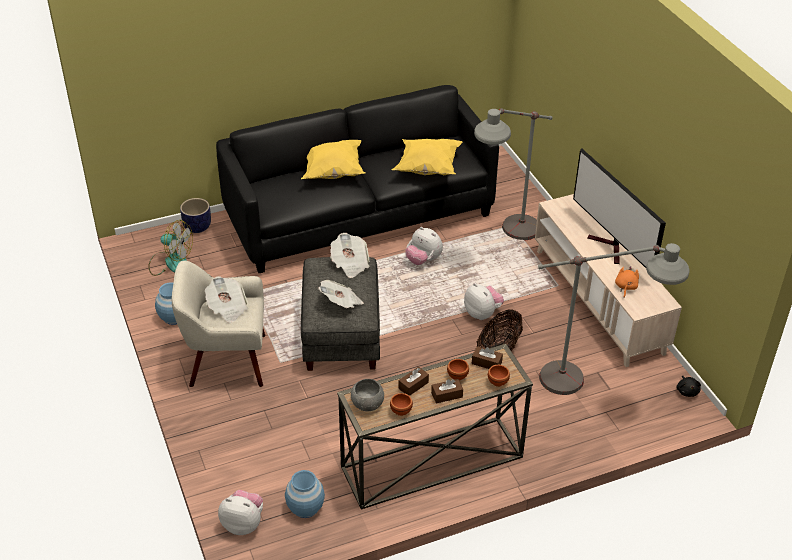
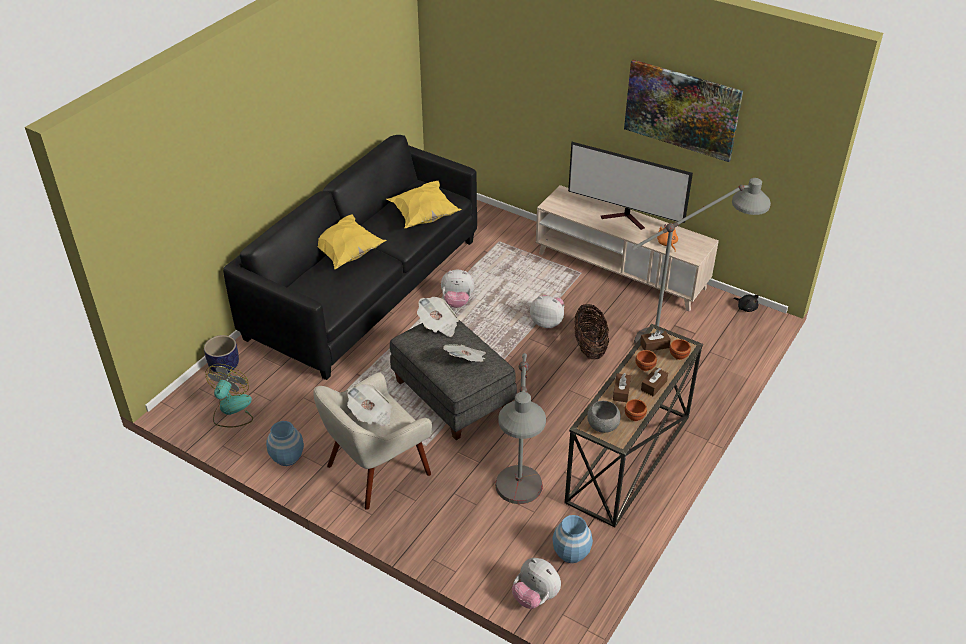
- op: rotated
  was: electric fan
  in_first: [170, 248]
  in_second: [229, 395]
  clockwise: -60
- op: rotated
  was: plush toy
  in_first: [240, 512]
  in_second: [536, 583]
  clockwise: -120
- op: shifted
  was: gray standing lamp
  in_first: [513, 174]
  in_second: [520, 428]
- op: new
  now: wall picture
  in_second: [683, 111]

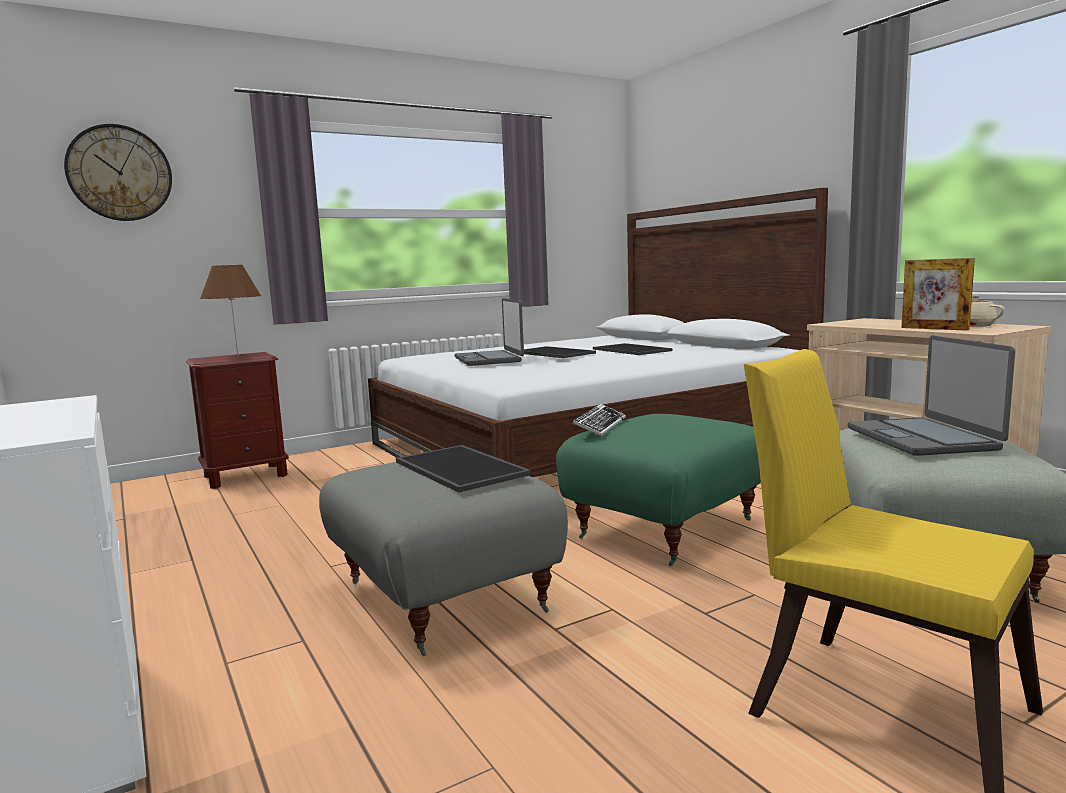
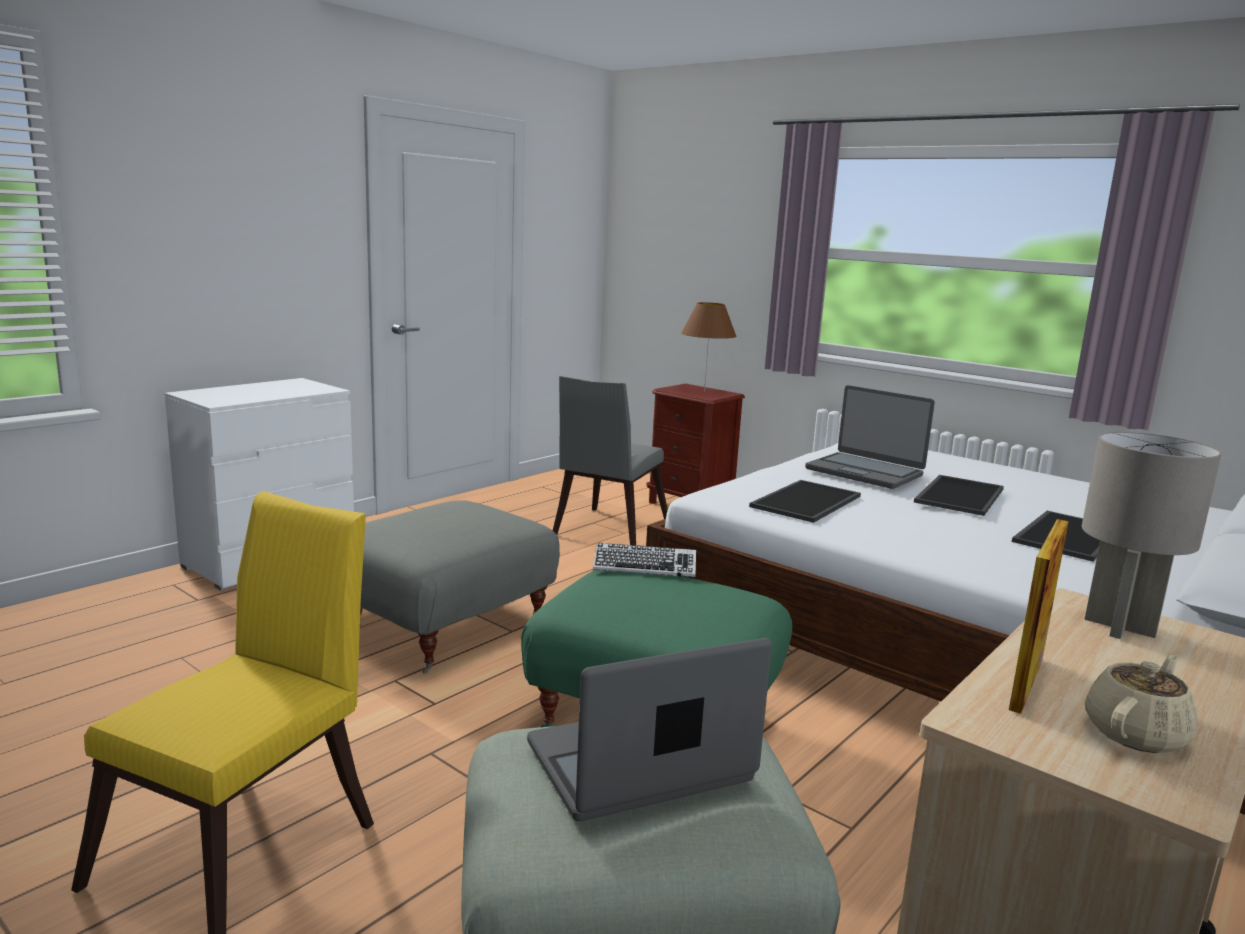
- op: gone
  was: wall clock
  in_first: [118, 172]
- op: shifted
  was: carrying tray
  in_first: [463, 468]
  in_second: [805, 501]
- op: rotated
  was: notebook computer
  in_first: [489, 332]
  in_second: [870, 437]
  clockwise: -105
- op: new
  now: gray chair
  in_second: [610, 460]
- op: new
  now: gray tabletop lamp
  in_second: [1151, 535]

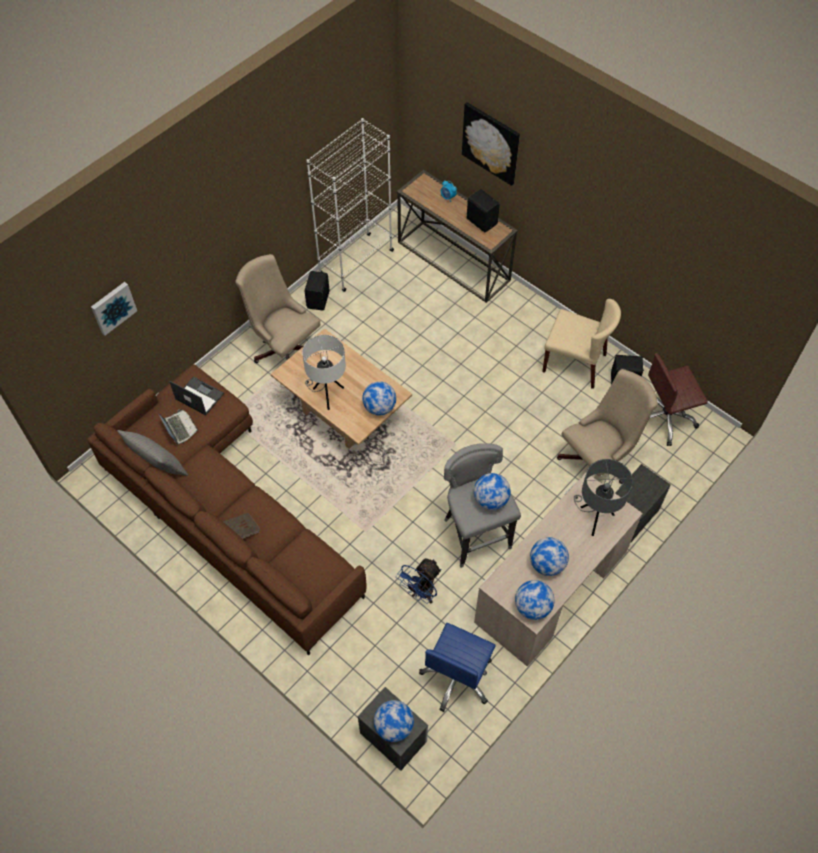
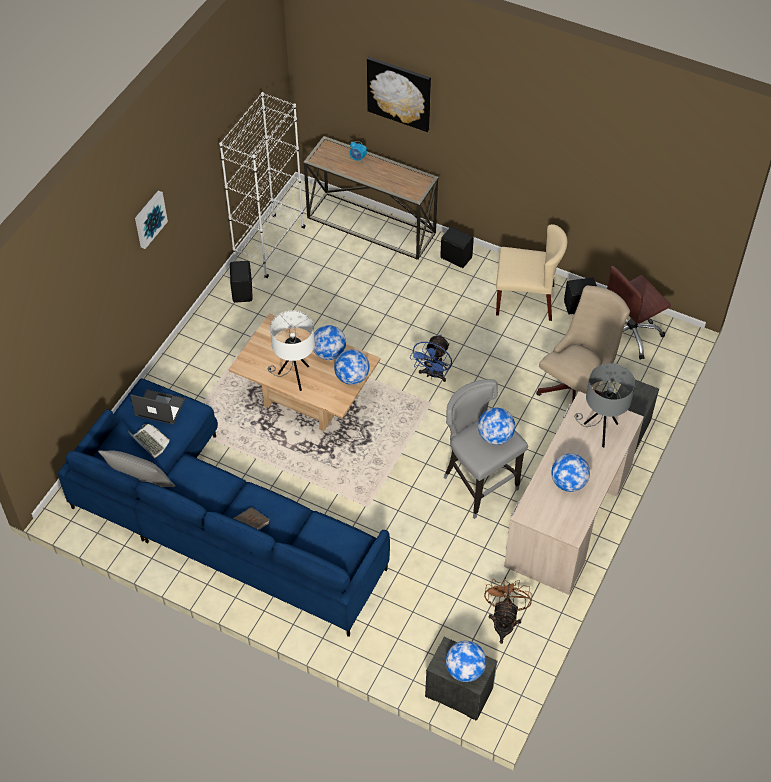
- op: repainted
  was: brown-coloured couch
  now: blue-coloured couch
  in_first: [227, 510]
  in_second: [224, 507]
- op: shifted
  was: wall picture
  in_first: [114, 308]
  in_second: [151, 219]
- op: gone
  was: beige computer chair
  in_first: [277, 308]
- op: shifted
  was: blue-coloured electric fan
  in_first: [418, 581]
  in_second: [431, 358]
- op: swapped
  was: blue-coloured computer chair
  now: brown-coloured electric fan
  in_first: [457, 667]
  in_second: [508, 610]
- op: shifted
  was: blackish audio speaker
  in_first: [483, 211]
  in_second: [457, 247]
- op: shifted
  was: world globe
  in_first: [535, 600]
  in_second: [329, 342]

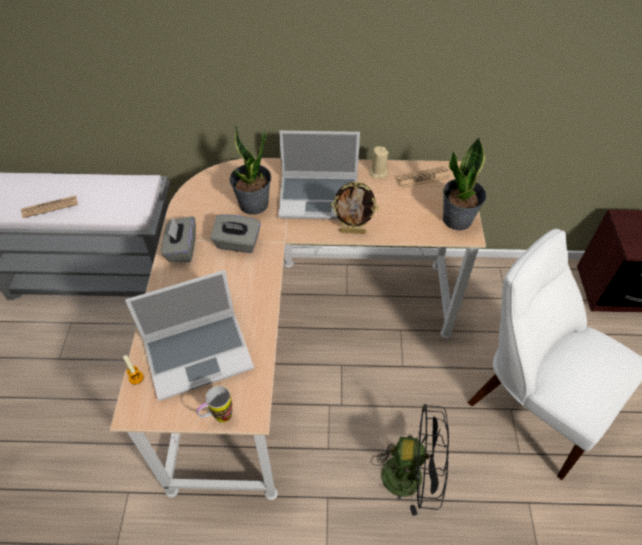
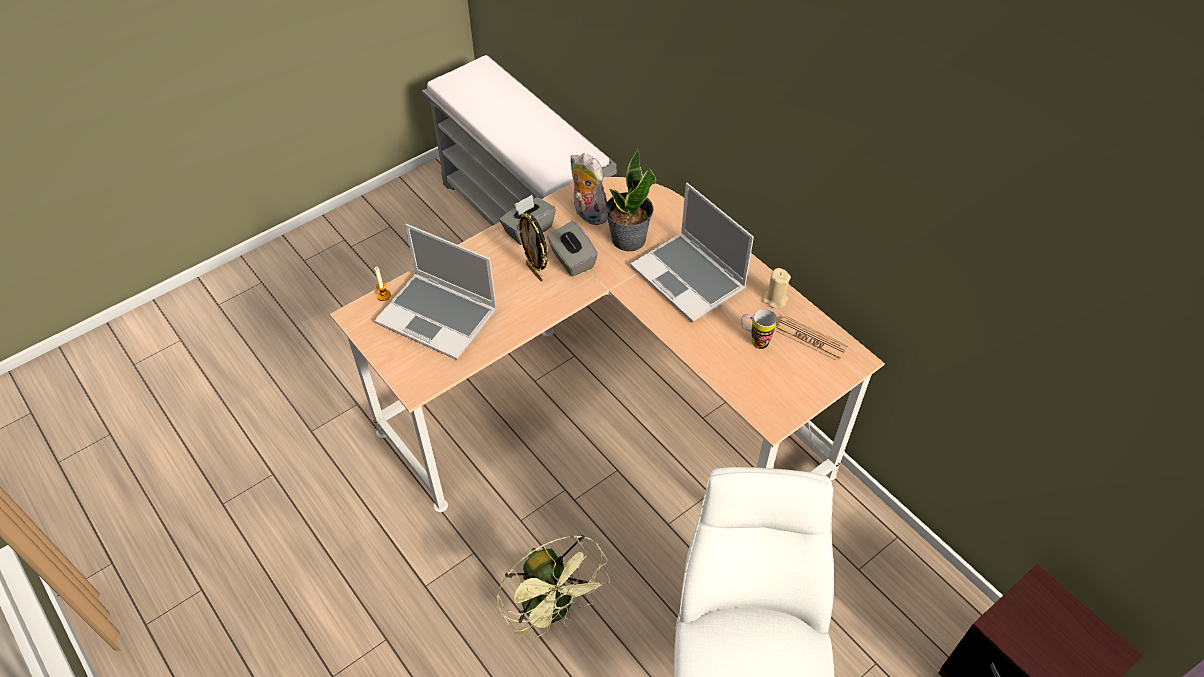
- op: gone
  was: newspaper
  in_first: [49, 206]
- op: shifted
  was: mug
  in_first: [214, 404]
  in_second: [759, 329]
- op: shifted
  was: picture frame
  in_first: [355, 207]
  in_second: [532, 247]
- op: repainted
  was: blackish electric fan
  now: greenish electric fan
  in_first: [410, 460]
  in_second: [553, 586]
- op: gone
  was: houseplant
  in_first: [465, 183]
- op: new
  now: plush toy
  in_second: [588, 189]

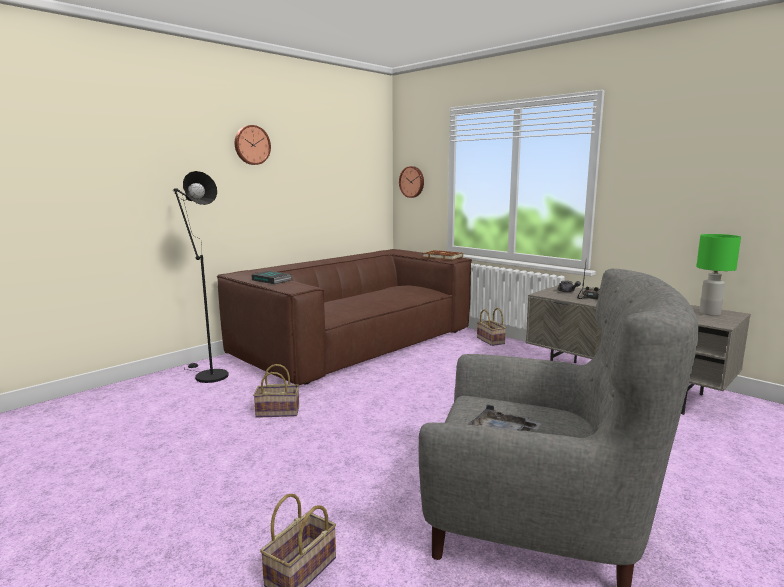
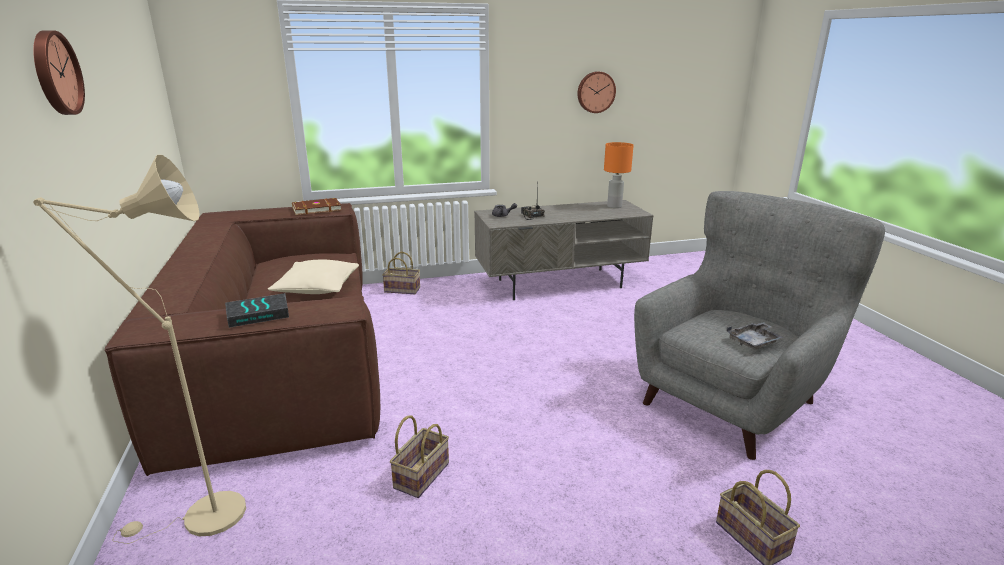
- op: repainted
  was: blackish standing lamp
  now: beige standing lamp
  in_first: [201, 277]
  in_second: [139, 349]
- op: shifted
  was: wall clock
  in_first: [411, 182]
  in_second: [597, 92]
- op: repainted
  was: greenish tabletop lamp
  now: orange tabletop lamp
  in_first: [718, 275]
  in_second: [619, 175]
- op: new
  now: beige throw pillow
  in_second: [313, 277]

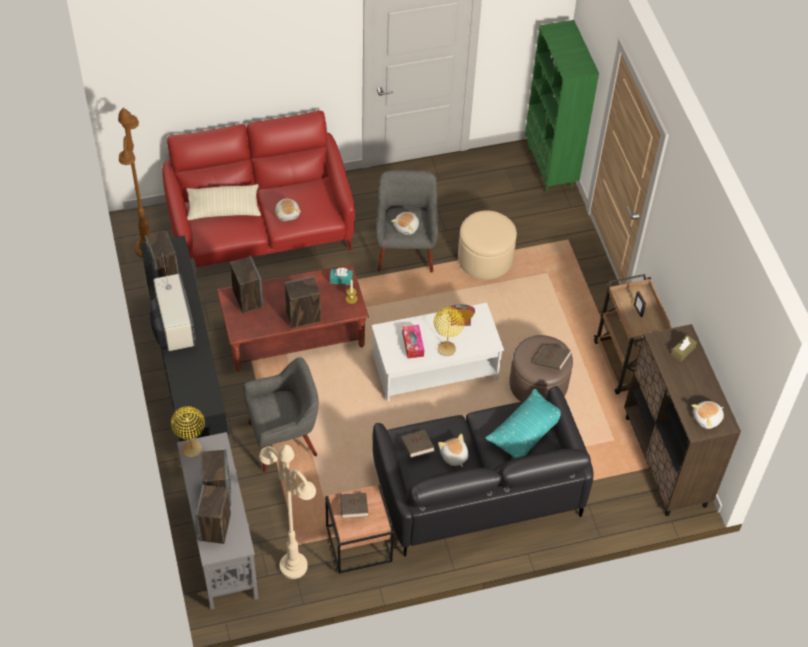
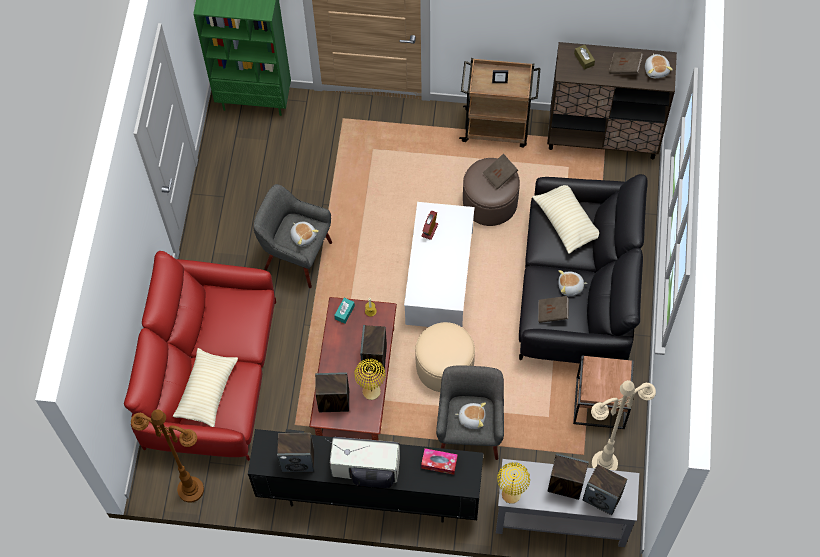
- op: shifted
  was: plush toy
  in_first: [288, 210]
  in_second: [470, 415]
- op: shifted
  was: brown-coloured bound book
  in_first: [354, 506]
  in_second: [626, 63]
- op: shifted
  was: box of tissues
  in_first: [413, 341]
  in_second: [439, 461]
- op: shifted
  was: yellow-coloured tabletop lamp
  in_first: [449, 331]
  in_second: [370, 379]
- op: shifted
  was: beige footrest
  in_first: [487, 245]
  in_second: [445, 357]
- op: repainted
  was: turquoise-coloured throw pillow
  now: beige throw pillow
  in_first: [523, 423]
  in_second: [565, 219]

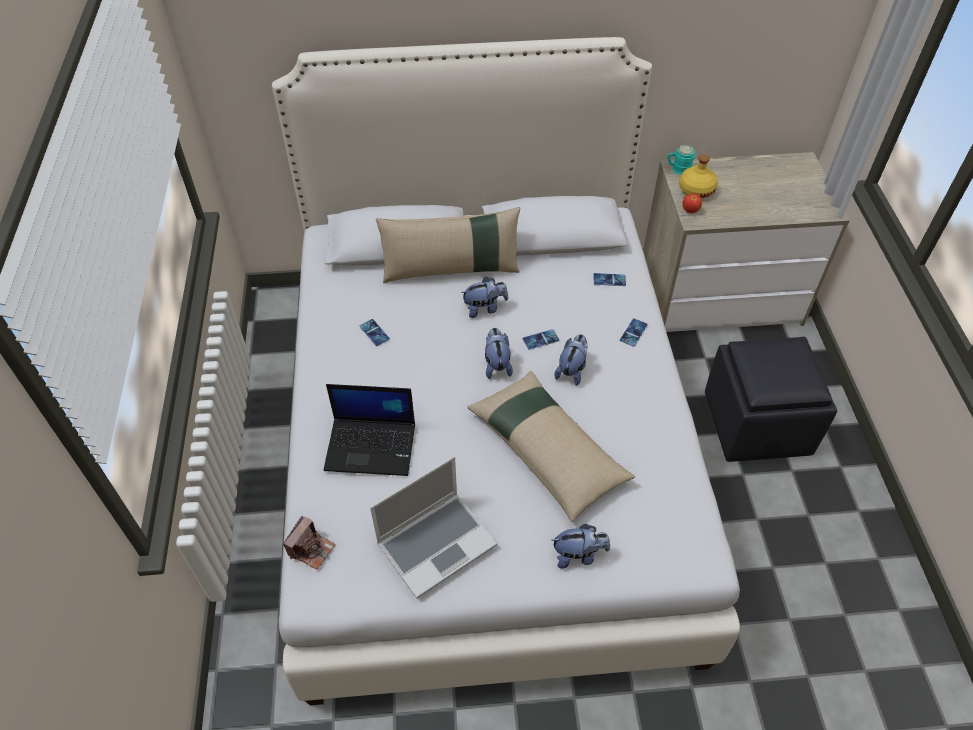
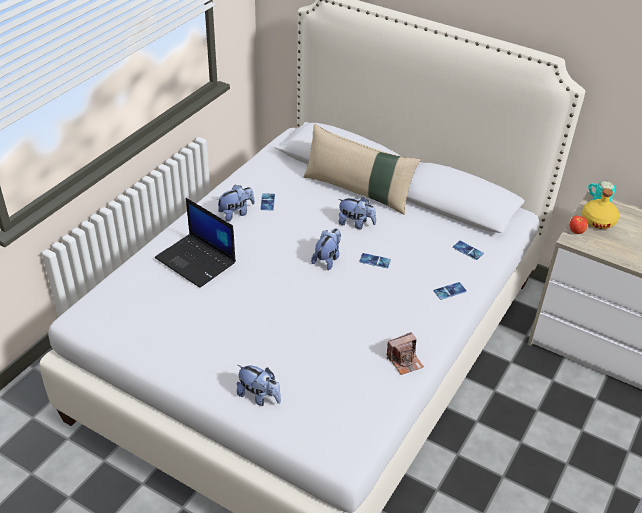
- op: shifted
  was: still camera
  in_first: [309, 543]
  in_second: [405, 353]
- op: gone
  was: notebook computer
  in_first: [433, 527]
- op: gone
  was: beige throw pillow
  in_first: [551, 446]
- op: shifted
  was: plush toy
  in_first: [571, 360]
  in_second: [236, 203]
- op: gone
  was: blackish footrest
  in_first: [771, 399]

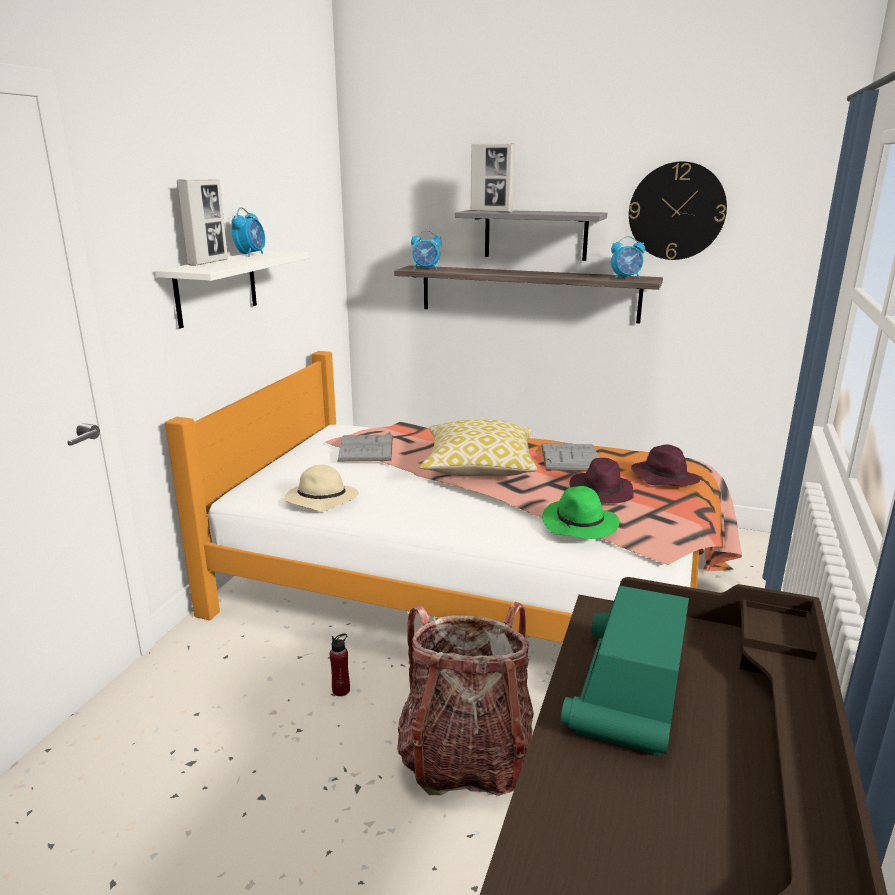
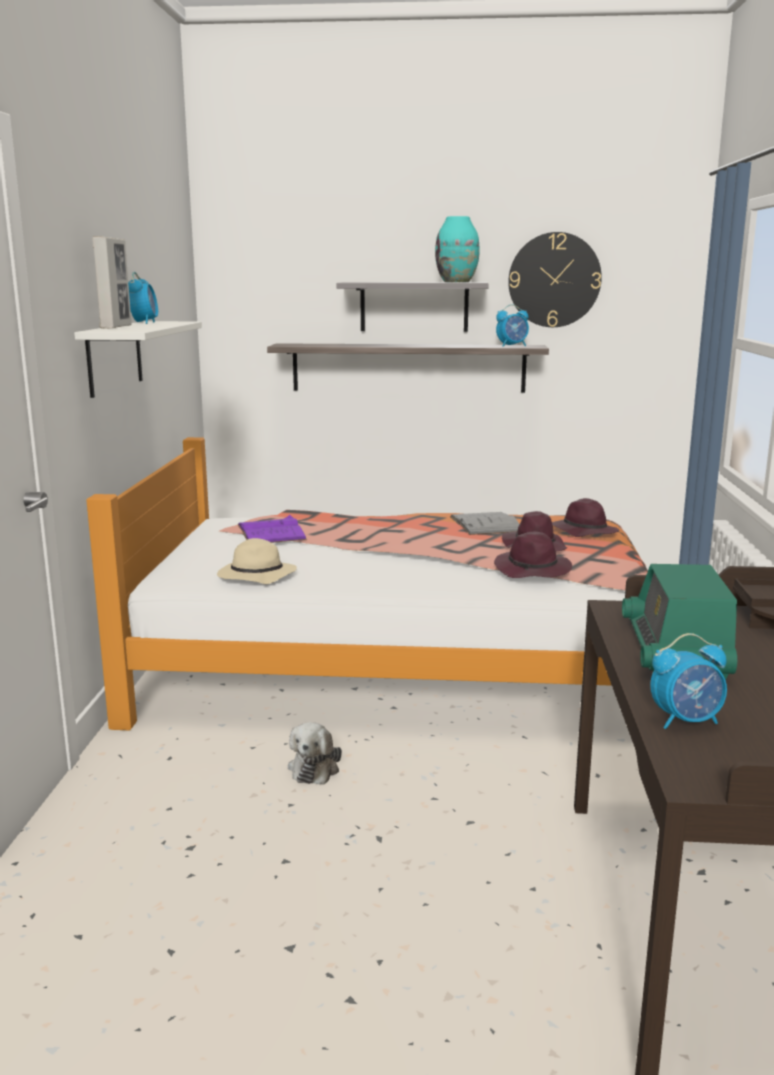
- op: swapped
  was: red-coloured drink bottle
  now: plush toy
  in_first: [340, 664]
  in_second: [315, 753]
- op: repainted
  was: gray bound book
  now: purplish bound book
  in_first: [365, 447]
  in_second: [272, 529]
- op: gone
  was: rucksack
  in_first: [465, 699]
- op: shifted
  was: alarm clock
  in_first: [426, 250]
  in_second: [688, 681]
- op: gone
  was: throw pillow
  in_first: [479, 448]
- op: gone
  was: picture frame
  in_first: [493, 177]
- op: repainted
  was: greenish wearable hat
  now: purplish wearable hat
  in_first: [580, 512]
  in_second: [533, 555]
- op: new
  now: turquoise-coloured vase
  in_second: [457, 249]

